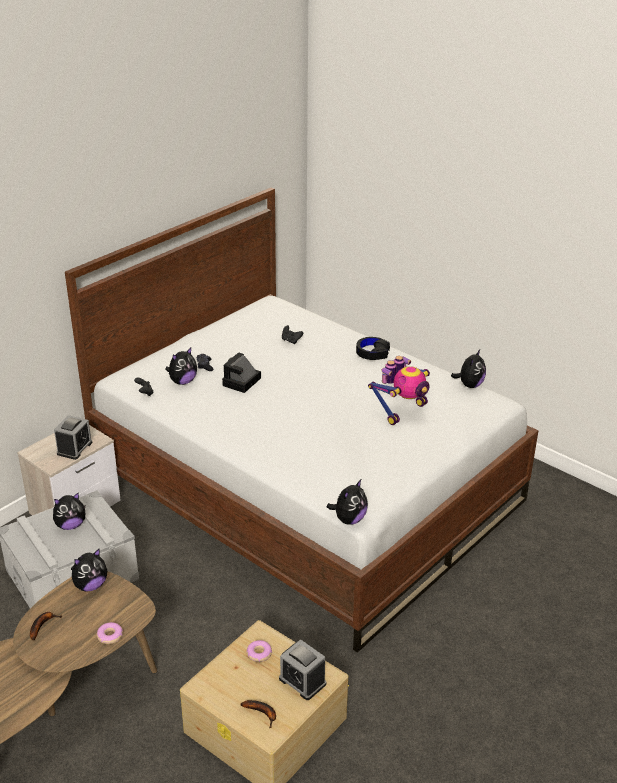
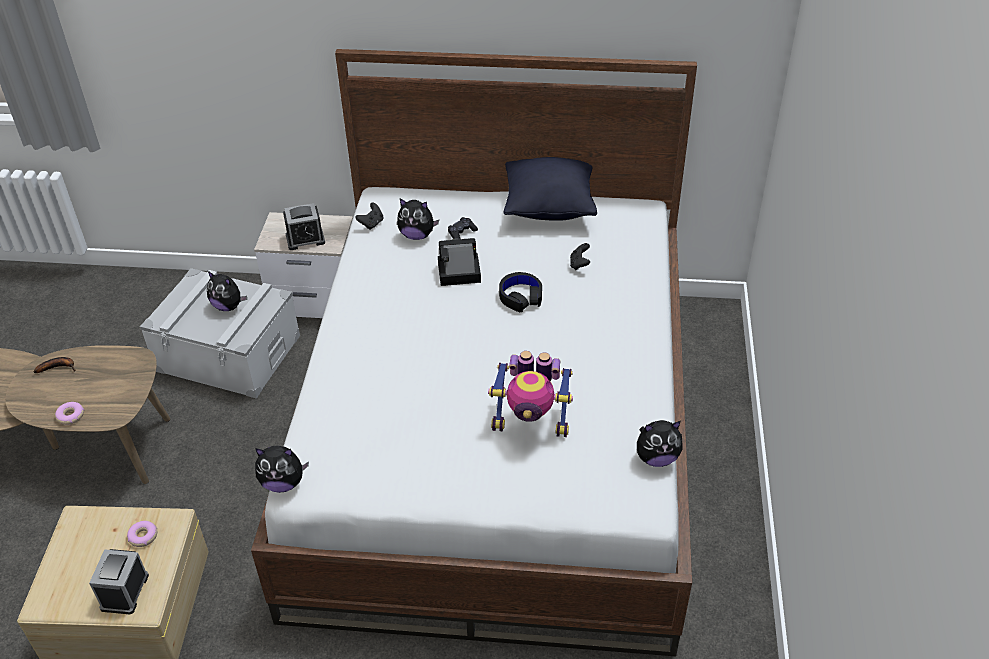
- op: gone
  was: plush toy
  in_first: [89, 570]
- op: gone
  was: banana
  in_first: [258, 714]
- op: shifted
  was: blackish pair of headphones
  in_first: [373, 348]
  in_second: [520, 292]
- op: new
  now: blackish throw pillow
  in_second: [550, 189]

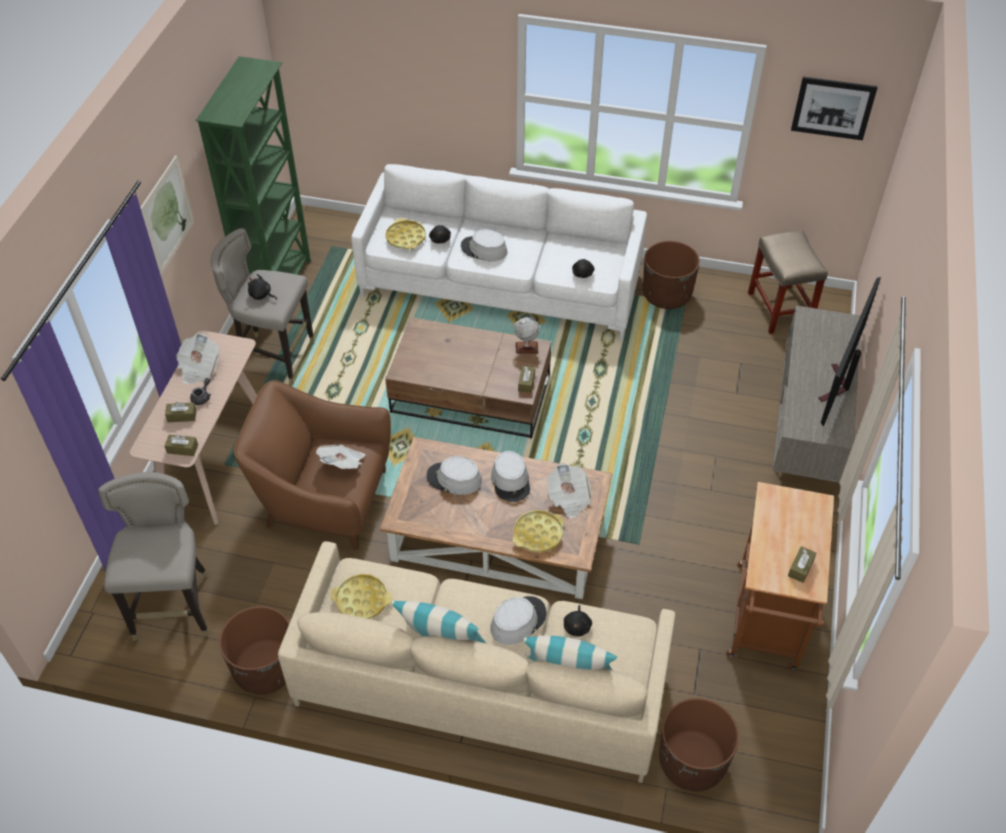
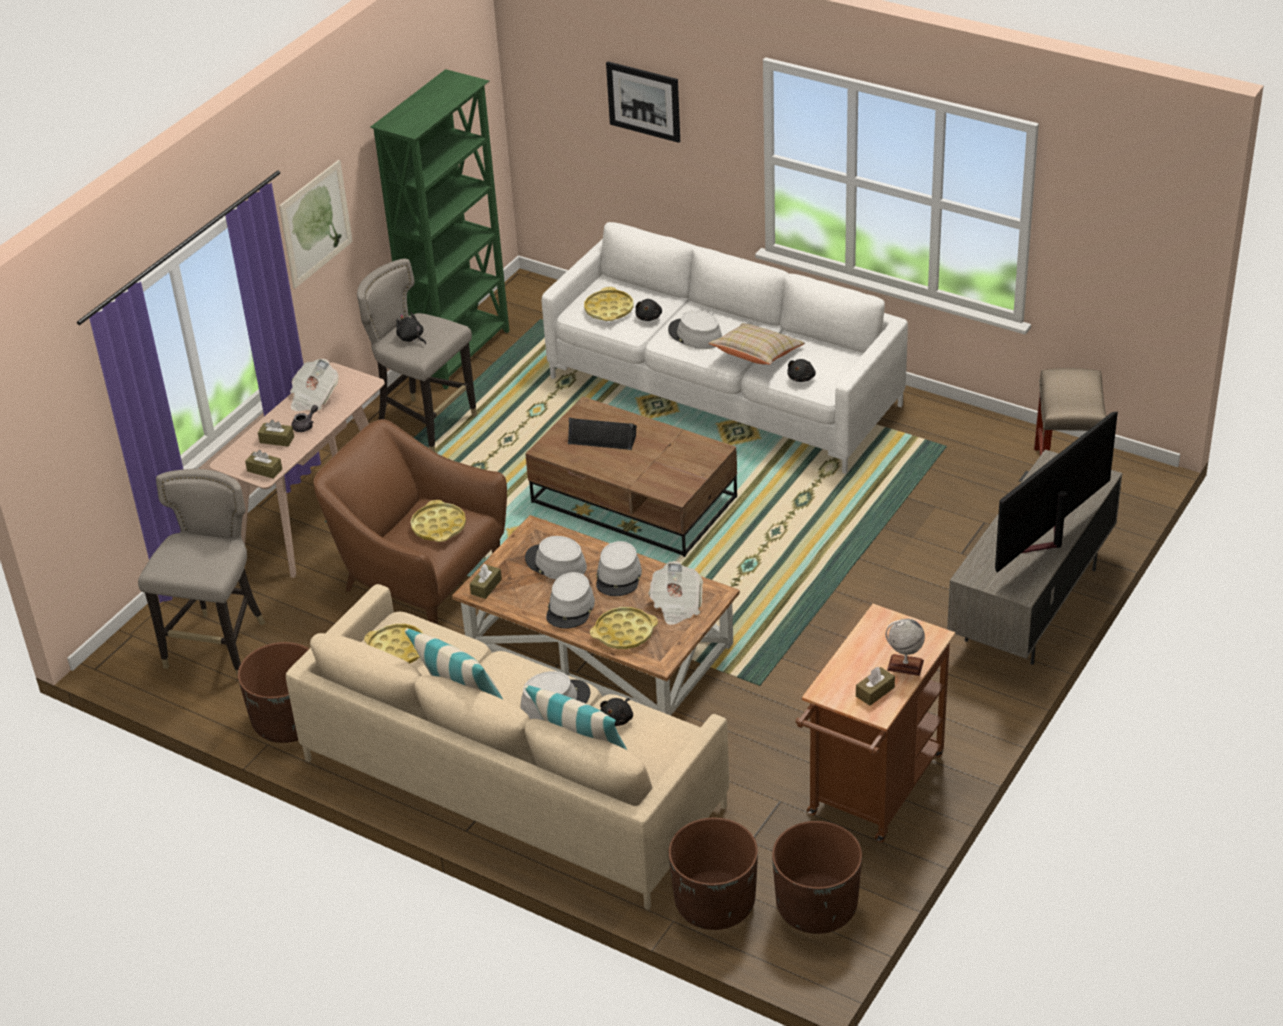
- op: swapped
  was: newspaper
  now: yellow-coloured carrying tray
  in_first: [340, 456]
  in_second: [438, 521]
- op: shifted
  was: world globe
  in_first: [526, 335]
  in_second: [905, 647]
- op: shifted
  was: brown-coloured box of tissues
  in_first: [526, 379]
  in_second: [486, 581]
- op: shifted
  was: brown-coloured plant pot
  in_first: [671, 275]
  in_second: [817, 877]
- op: shifted
  was: wall picture
  in_first: [834, 108]
  in_second: [643, 102]
- op: new
  now: gray wearable hat
  in_second: [570, 600]
- op: new
  now: blackish audio speaker
  in_second: [602, 434]
- op: new
  now: beige throw pillow
  in_second: [757, 344]

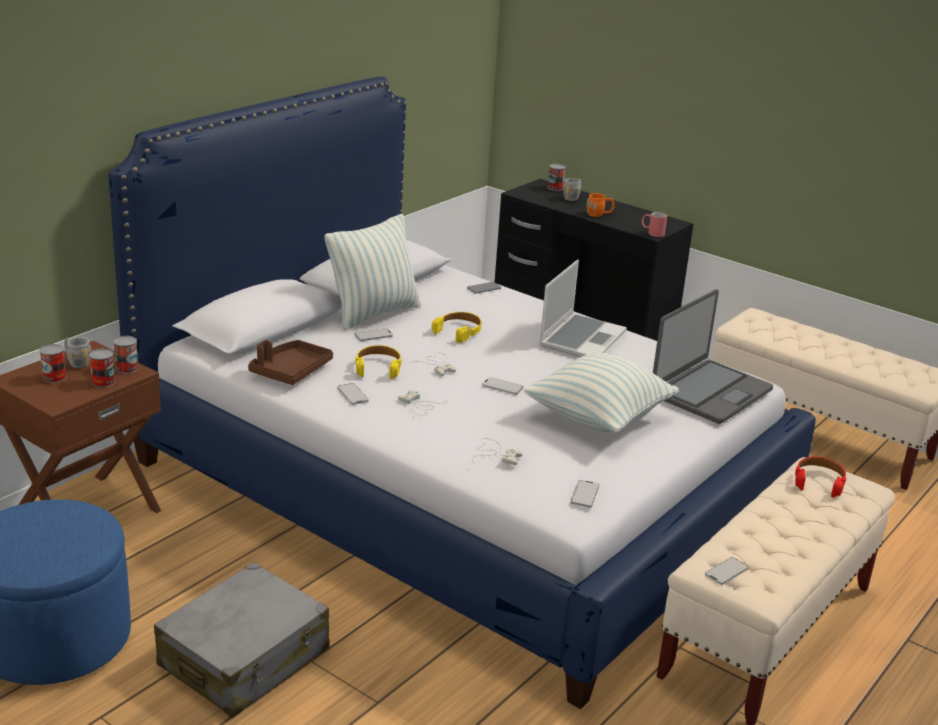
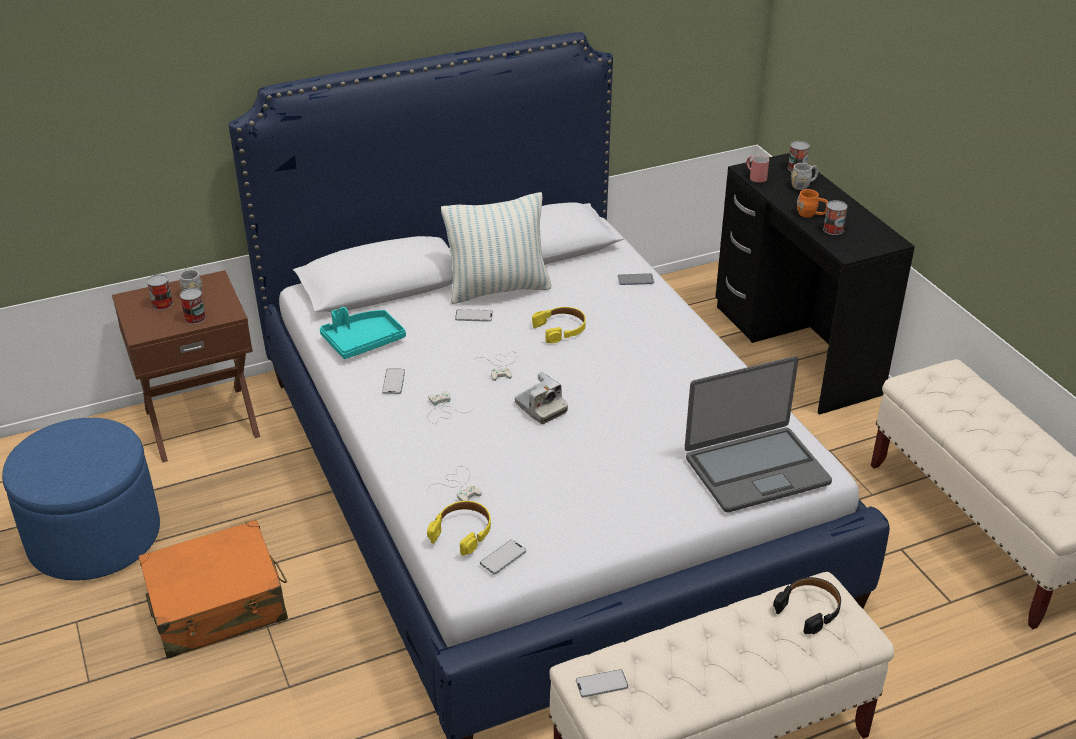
- op: shifted
  was: can
  in_first: [126, 355]
  in_second: [835, 217]
- op: repainted
  was: gray suitcase
  now: orange suitcase
  in_first: [242, 640]
  in_second: [213, 589]
- op: repainted
  was: brown-coloured carrying tray
  now: turquoise-coloured carrying tray
  in_first: [290, 362]
  in_second: [363, 333]
- op: shifted
  was: yellow-coloured pair of headphones
  in_first: [378, 362]
  in_second: [459, 528]
- op: swapped
  was: telephone
  now: still camera
  in_first: [502, 386]
  in_second: [541, 398]
- op: gone
  was: throw pillow
  in_first: [601, 393]
- op: gone
  was: notebook computer
  in_first: [583, 308]
- op: shifted
  was: red-coloured mug
  in_first: [654, 224]
  in_second: [757, 169]
- op: repainted
  was: red-coloured pair of headphones
  now: blackish pair of headphones
  in_first: [821, 477]
  in_second: [807, 605]

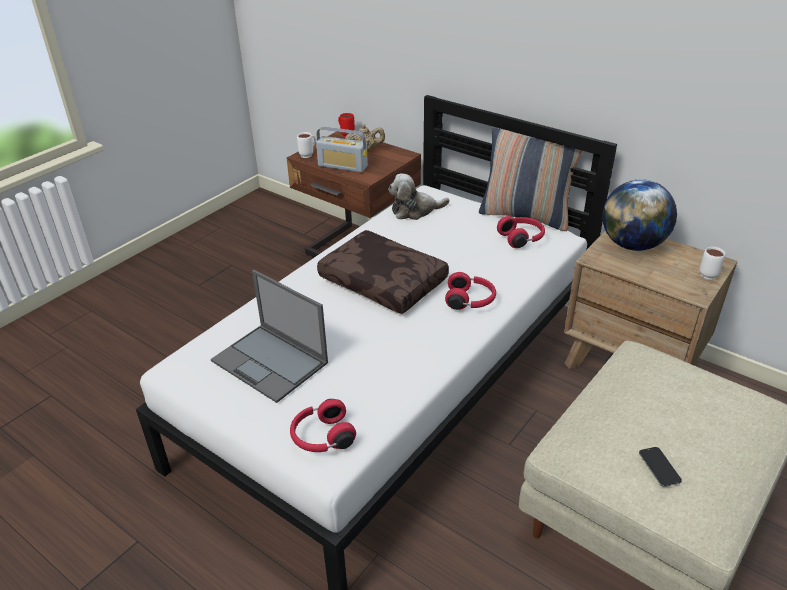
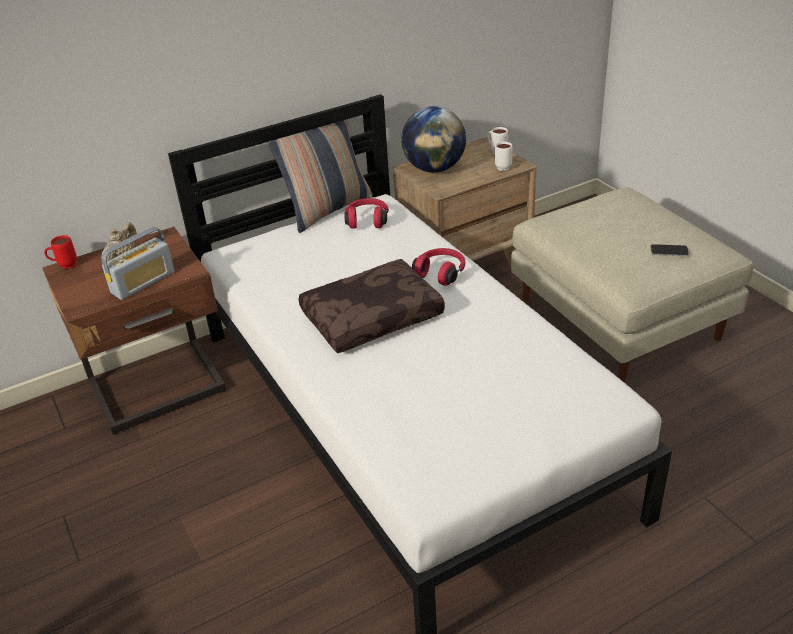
- op: gone
  was: notebook computer
  in_first: [269, 336]
- op: gone
  was: red-coloured pair of headphones
  in_first: [323, 425]
- op: shifted
  was: white mug
  in_first: [306, 145]
  in_second: [503, 156]
- op: gone
  was: plush toy
  in_first: [418, 196]

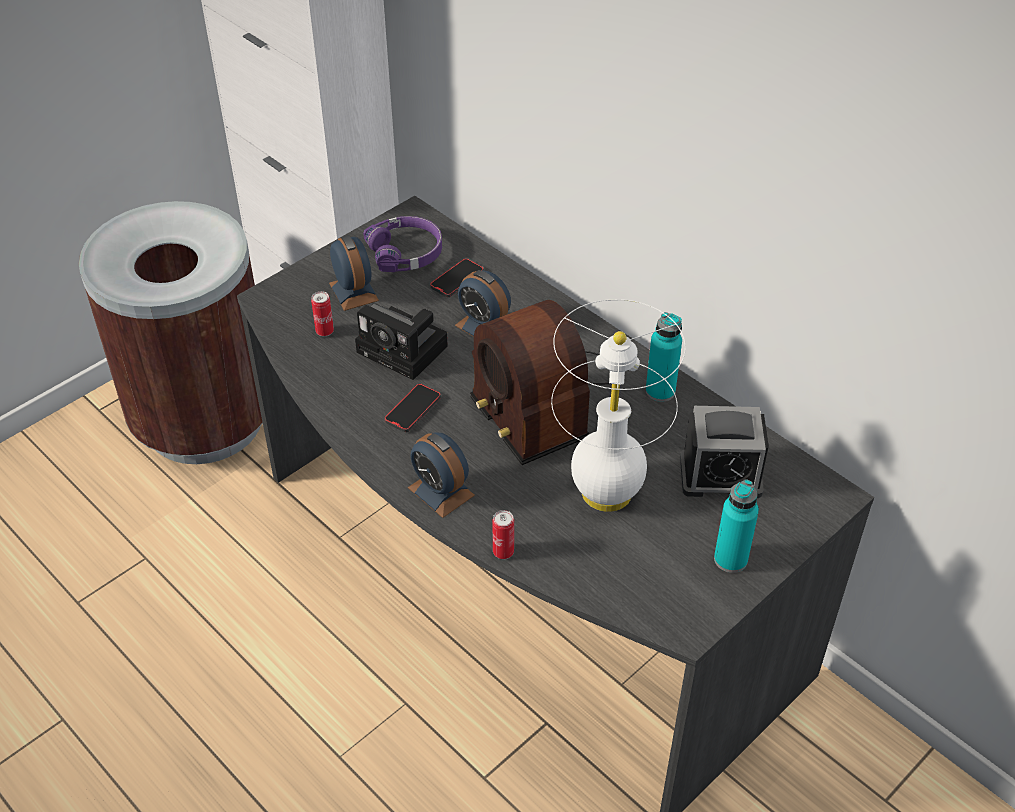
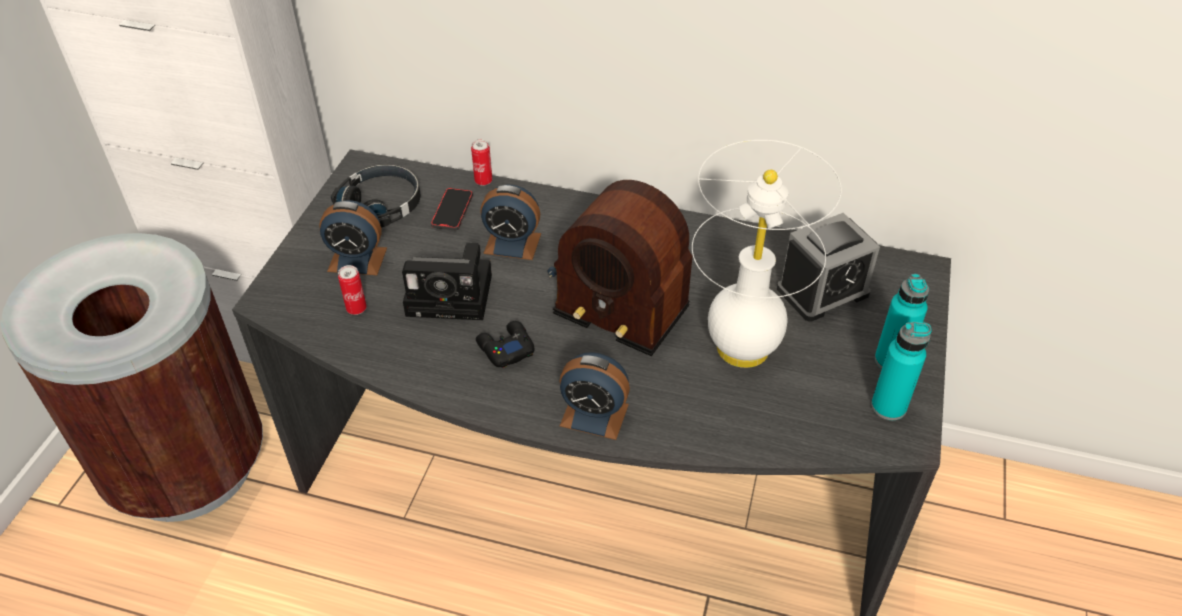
- op: rotated
  was: alarm clock
  in_first: [354, 273]
  in_second: [353, 237]
  clockwise: 150
- op: repainted
  was: purplish pair of headphones
  now: blackish pair of headphones
  in_first: [402, 244]
  in_second: [376, 196]
- op: swapped
  was: telephone
  now: blackish game controller
  in_first: [412, 408]
  in_second: [505, 344]
- op: shifted
  was: can
  in_first: [503, 534]
  in_second: [481, 162]
- op: shifted
  was: turquoise-coloured drink bottle
  in_first: [664, 357]
  in_second: [901, 371]

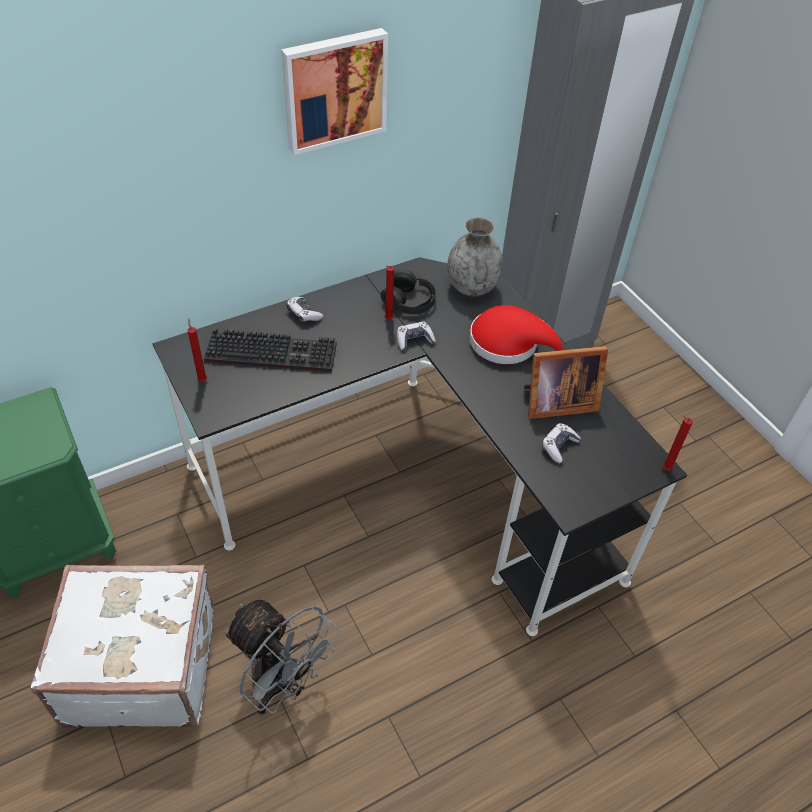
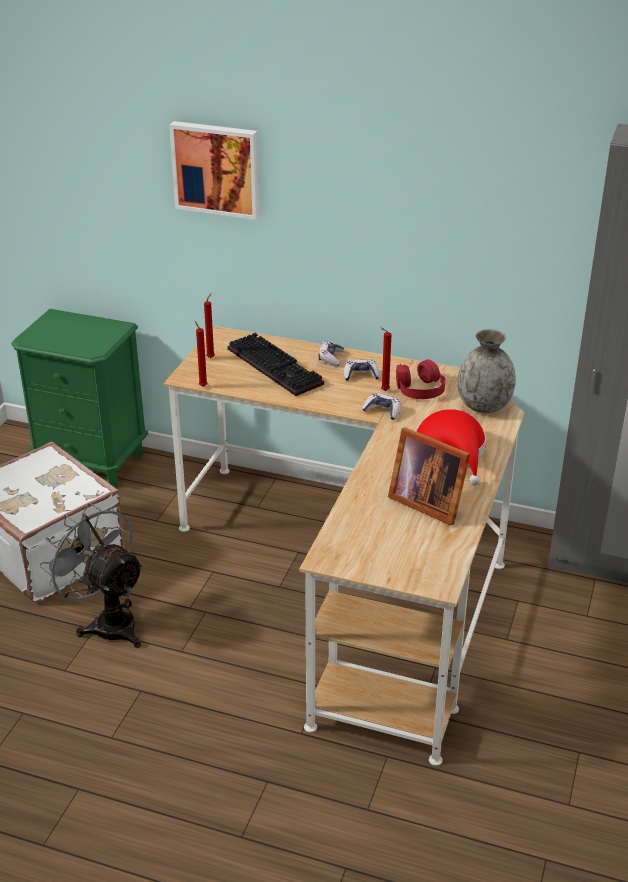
- op: repainted
  was: blackish desk unit
  now: beige desk unit
  in_first: [419, 446]
  in_second: [344, 546]
- op: rotated
  was: gray electric fan
  in_first: [281, 657]
  in_second: [92, 575]
  clockwise: 135
- op: shifted
  was: wall picture
  in_first: [334, 91]
  in_second: [214, 170]
- op: repainted
  was: blackish pair of headphones
  now: red-coloured pair of headphones
  in_first: [408, 292]
  in_second: [421, 379]
- op: shifted
  was: game controller
  in_first: [561, 443]
  in_second: [362, 370]
- op: shifted
  was: red-coloured wax candle
  in_first: [678, 443]
  in_second: [201, 354]

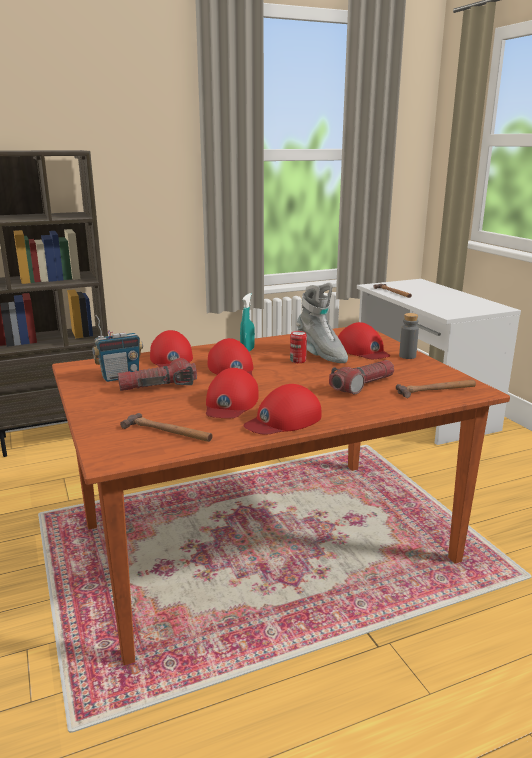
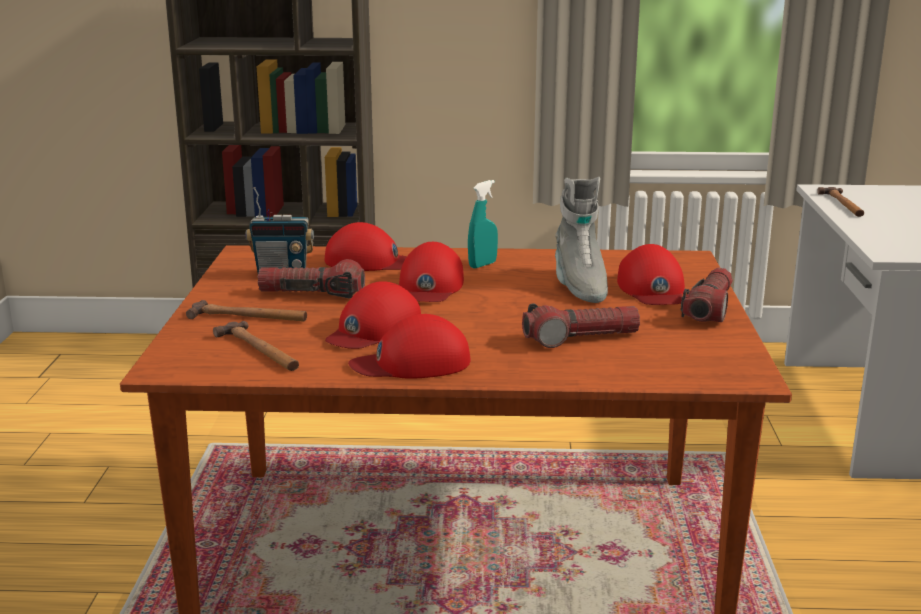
- op: rotated
  was: red-coloured cap
  in_first: [171, 349]
  in_second: [366, 246]
  clockwise: -90
- op: gone
  was: can
  in_first: [298, 347]
- op: shifted
  was: hand hammer
  in_first: [436, 389]
  in_second: [246, 311]
- op: swapped
  was: gray drink bottle
  now: flashlight
  in_first: [409, 336]
  in_second: [706, 295]

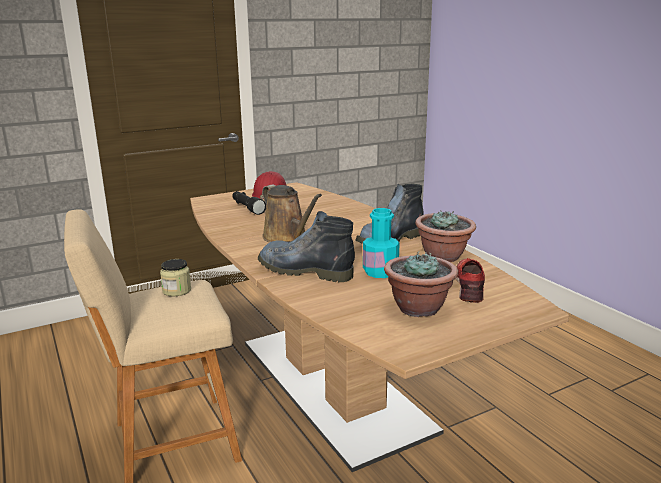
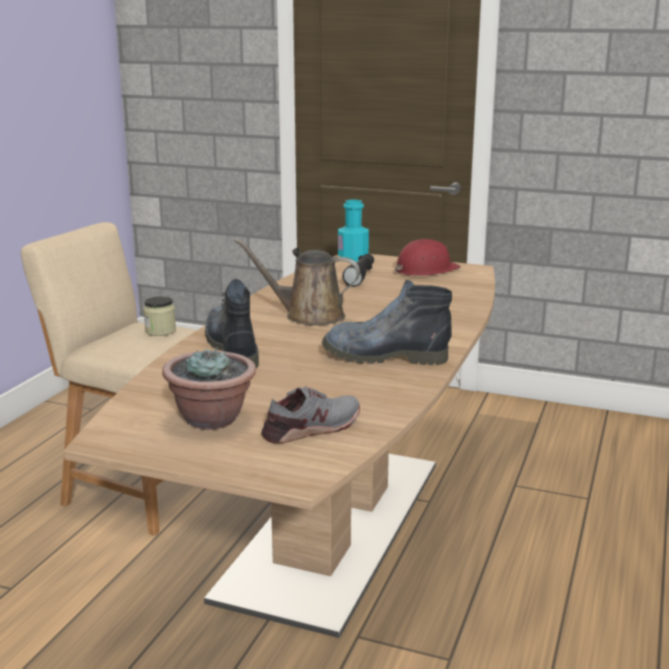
- op: rotated
  was: brown-coloured sprinkling can
  in_first: [292, 213]
  in_second: [297, 282]
  clockwise: 90
- op: shifted
  was: turquoise-coloured drink bottle
  in_first: [381, 243]
  in_second: [353, 231]
- op: gone
  was: houseplant
  in_first: [445, 236]
- op: repainted
  was: red-coloured item of footwear
  now: gray item of footwear
  in_first: [470, 280]
  in_second: [310, 415]

